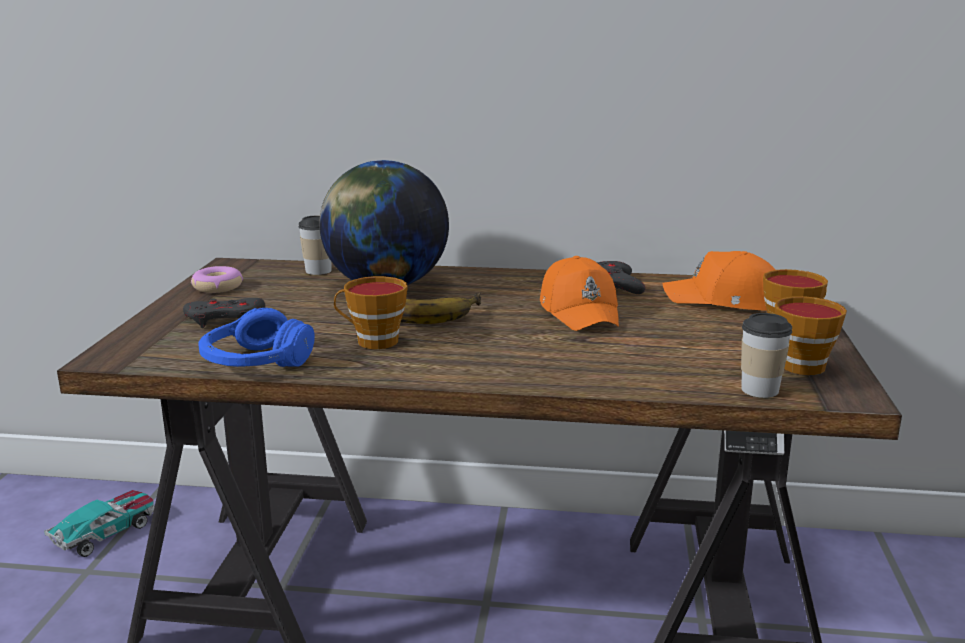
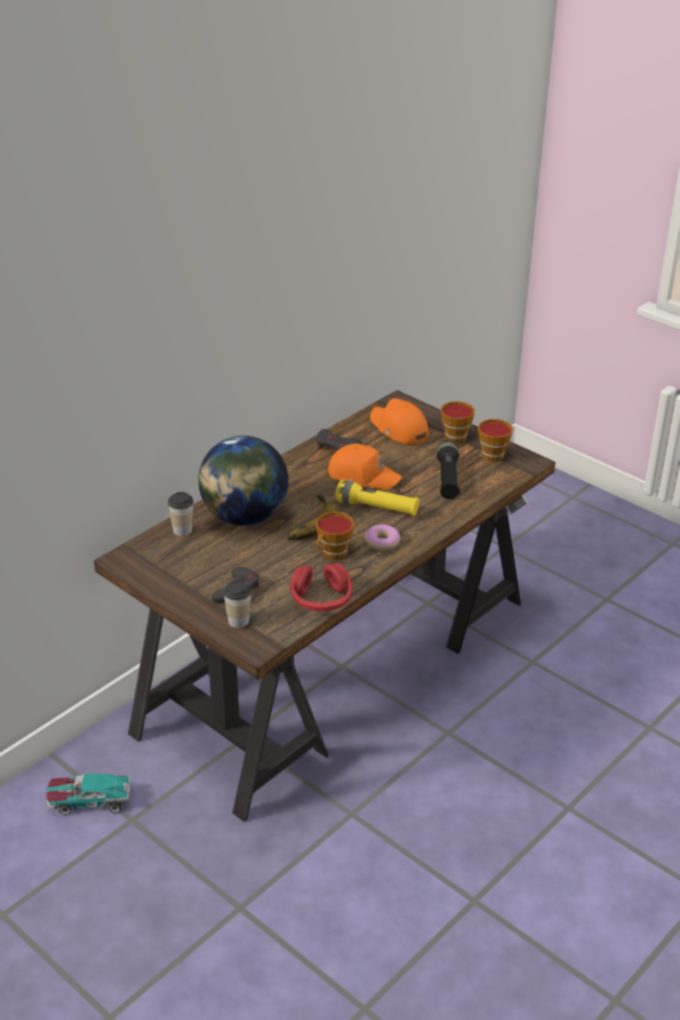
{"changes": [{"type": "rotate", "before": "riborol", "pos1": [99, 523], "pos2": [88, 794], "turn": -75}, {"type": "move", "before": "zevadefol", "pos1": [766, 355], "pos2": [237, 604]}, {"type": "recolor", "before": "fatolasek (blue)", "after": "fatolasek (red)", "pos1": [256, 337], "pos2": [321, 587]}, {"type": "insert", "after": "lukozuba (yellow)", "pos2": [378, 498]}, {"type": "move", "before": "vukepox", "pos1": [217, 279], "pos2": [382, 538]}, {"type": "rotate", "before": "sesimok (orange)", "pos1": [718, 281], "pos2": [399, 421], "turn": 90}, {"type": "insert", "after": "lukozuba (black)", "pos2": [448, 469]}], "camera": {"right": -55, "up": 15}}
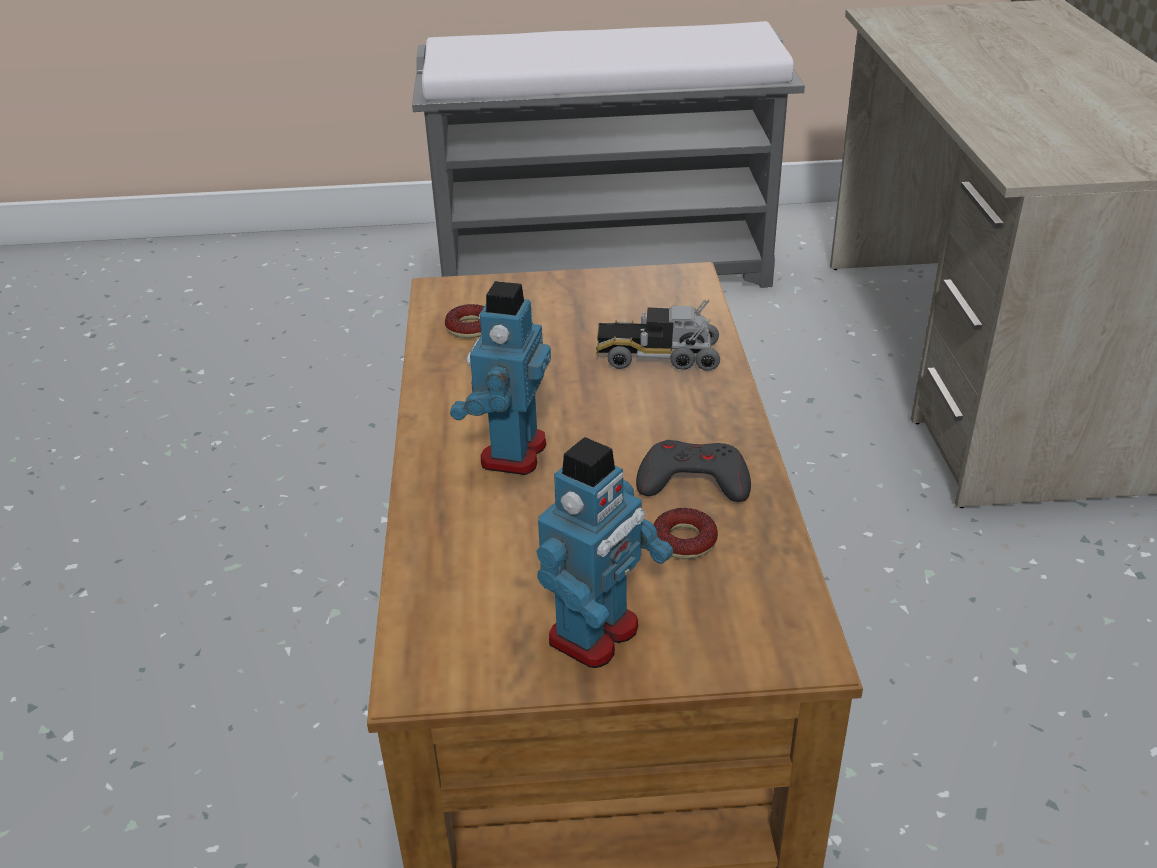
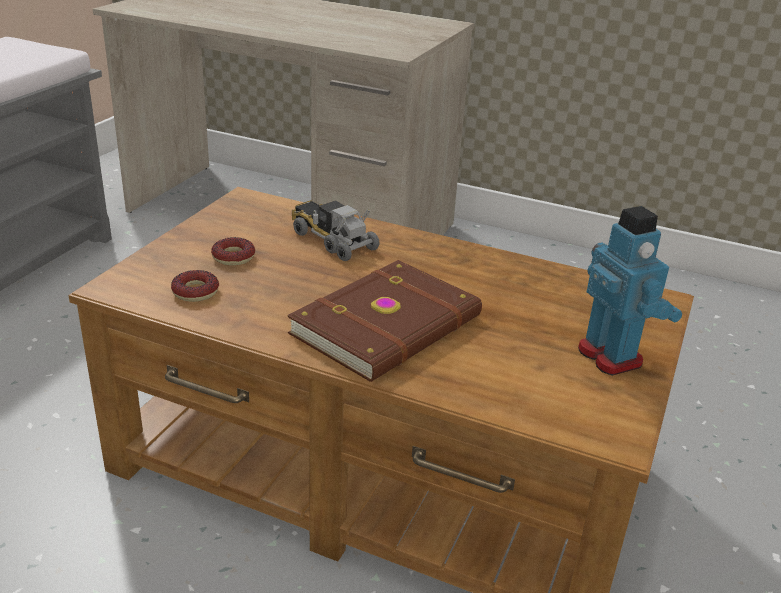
{"changes": [{"type": "move", "before": "vukepox", "pos1": [686, 533], "pos2": [233, 251]}, {"type": "replace", "before": "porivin", "after": "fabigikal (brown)", "pos1": [500, 378], "pos2": [384, 321]}, {"type": "rotate", "before": "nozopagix", "pos1": [658, 335], "pos2": [336, 230], "turn": 105}, {"type": "delete", "before": "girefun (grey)", "pos1": [693, 471]}], "camera": {"right": -65, "up": -5}}
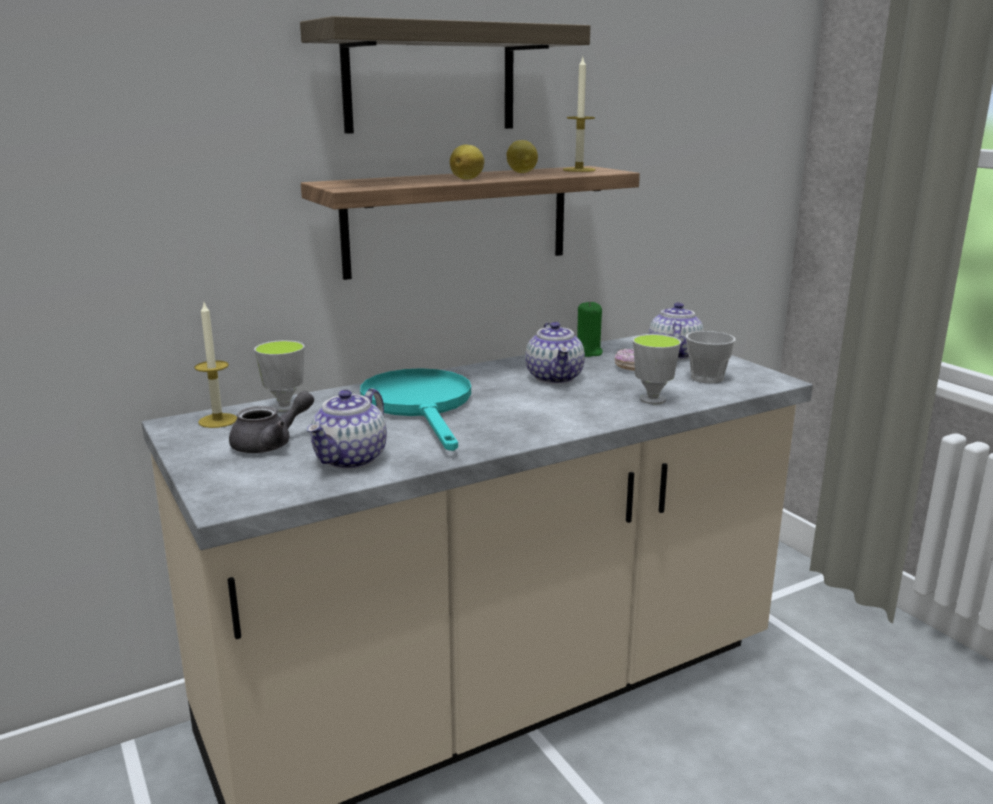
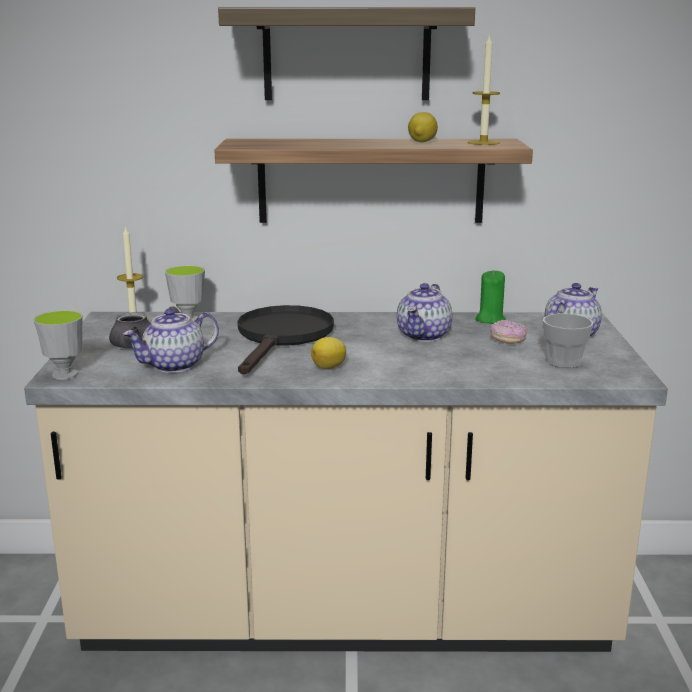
{"changes": [{"type": "move", "before": "zevadefol", "pos1": [657, 369], "pos2": [58, 345]}, {"type": "recolor", "before": "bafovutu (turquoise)", "after": "bafovutu (black)", "pos1": [415, 409], "pos2": [285, 339]}, {"type": "move", "before": "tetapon", "pos1": [467, 162], "pos2": [328, 353]}], "camera": {"right": 30, "up": 0}}
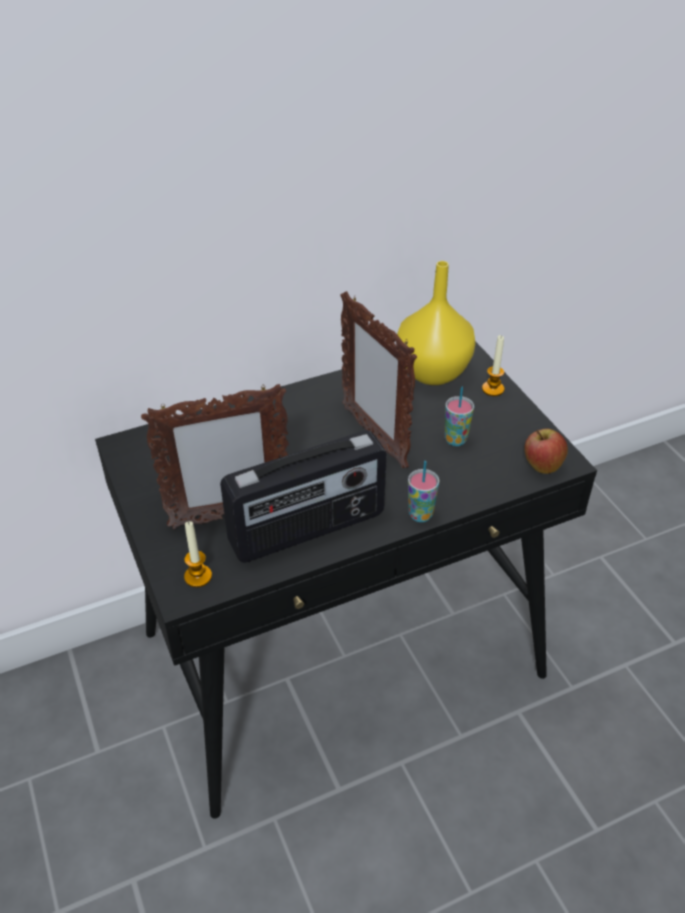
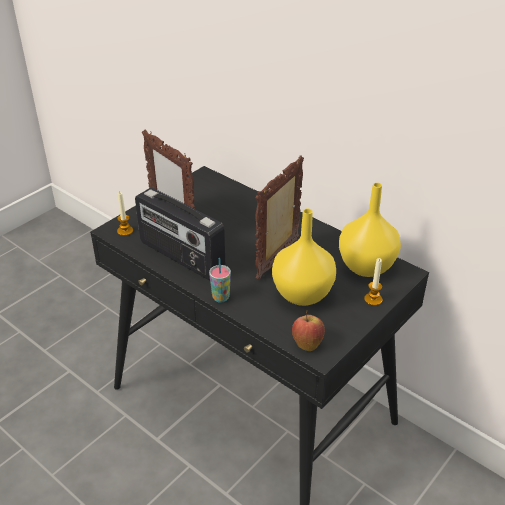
{"changes": [{"type": "replace", "before": "zevadefol", "after": "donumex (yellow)", "pos1": [459, 416], "pos2": [304, 257]}], "camera": {"right": 65, "up": -5}}
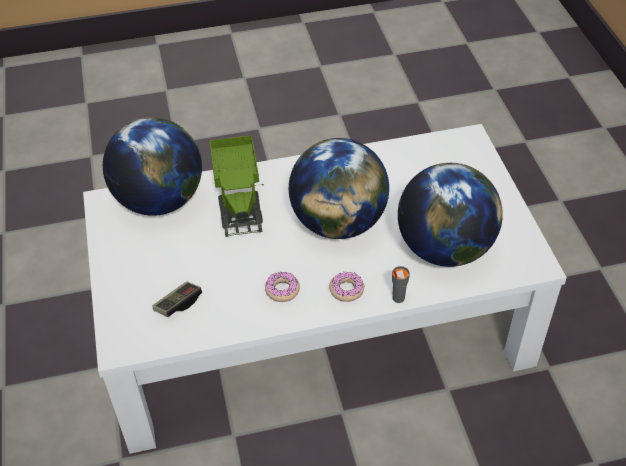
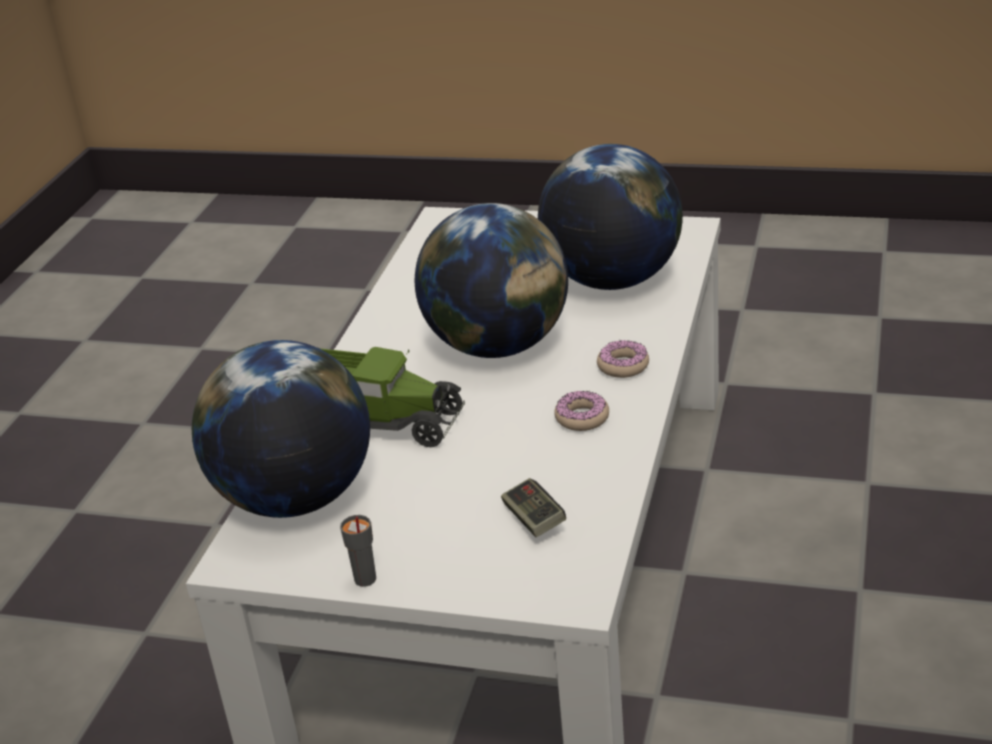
{"changes": [{"type": "move", "before": "zevadefol (grey)", "pos1": [401, 284], "pos2": [358, 551]}], "camera": {"right": -60, "up": -15}}
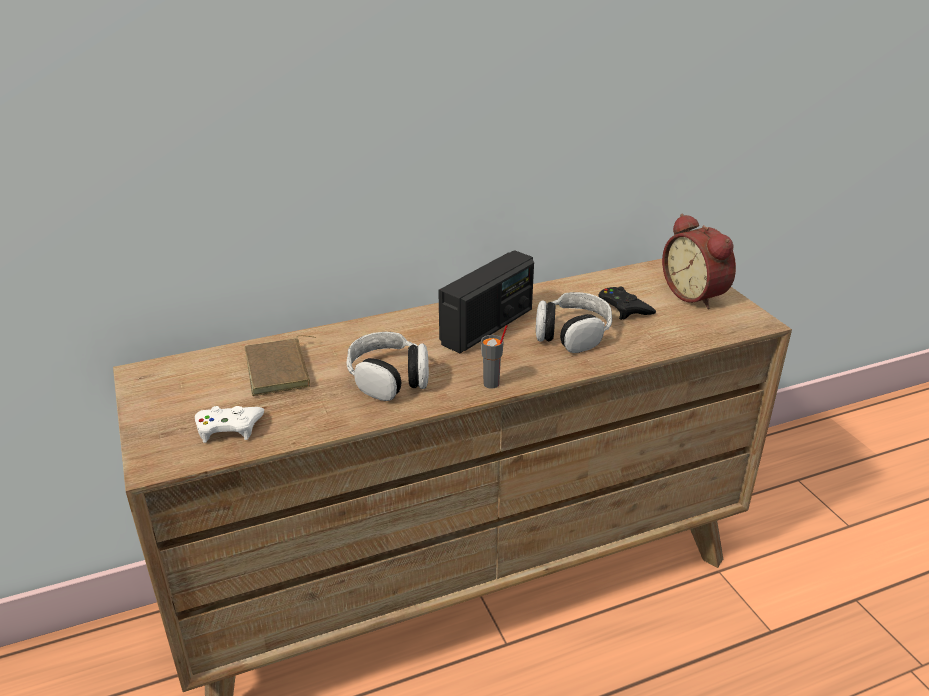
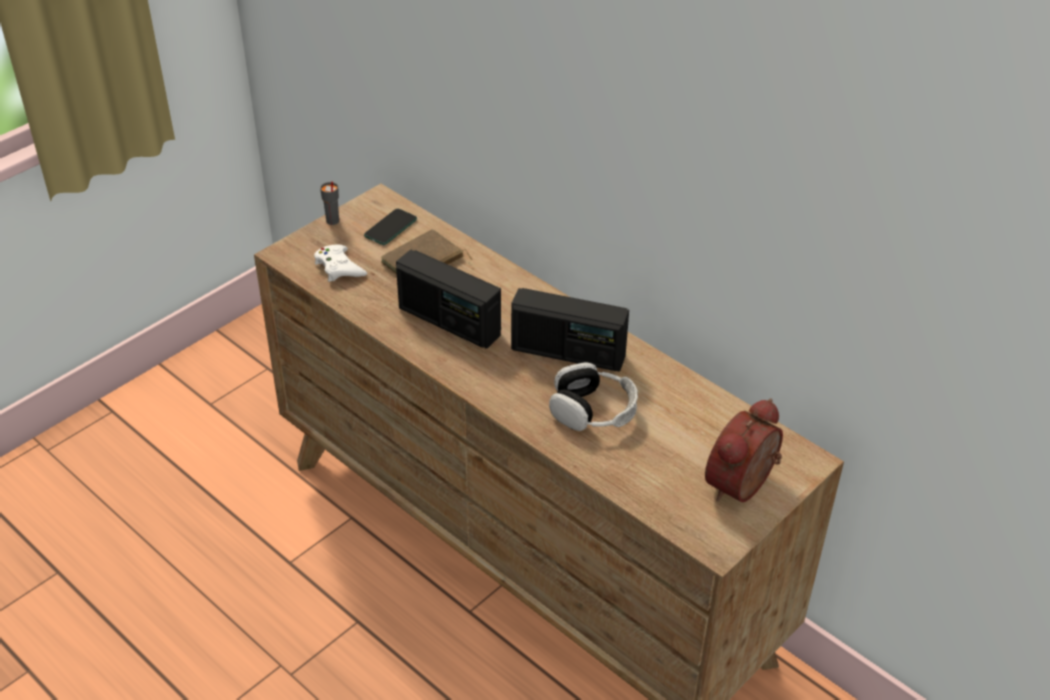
{"changes": [{"type": "move", "before": "zevadefol (grey)", "pos1": [494, 357], "pos2": [329, 203]}, {"type": "insert", "after": "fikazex", "pos2": [390, 227]}, {"type": "replace", "before": "fatolasek", "after": "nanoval", "pos1": [387, 366], "pos2": [448, 299]}, {"type": "delete", "before": "girefun (black)", "pos1": [627, 303]}], "camera": {"right": 65, "up": 10}}
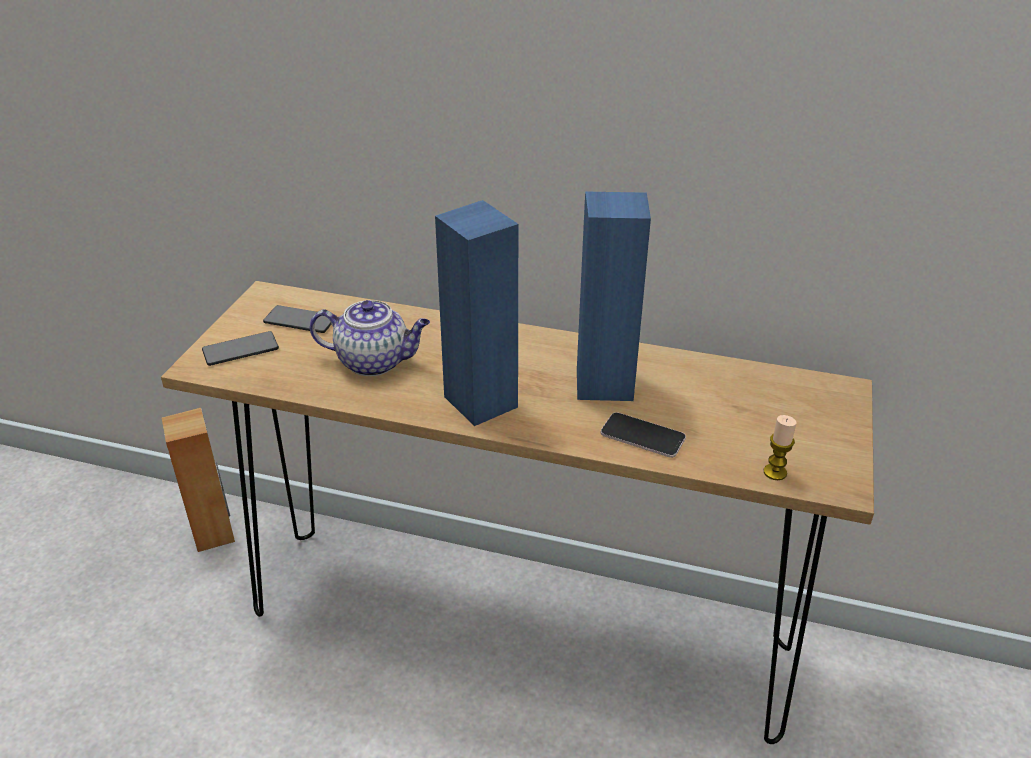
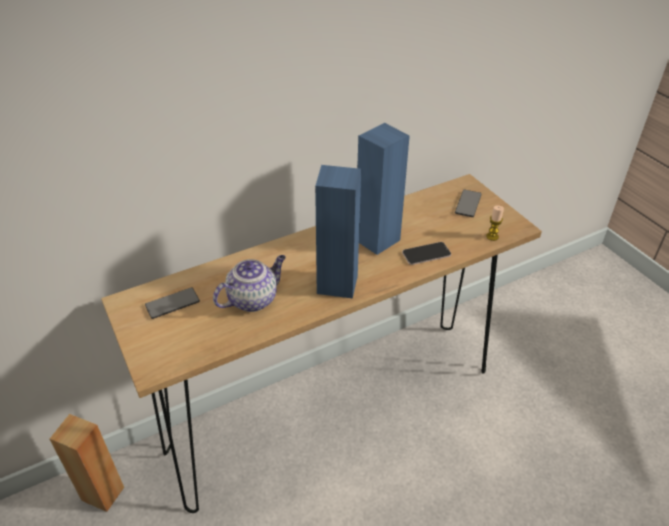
{"changes": [{"type": "move", "before": "fikazex", "pos1": [240, 348], "pos2": [468, 203]}], "camera": {"right": -45, "up": 5}}
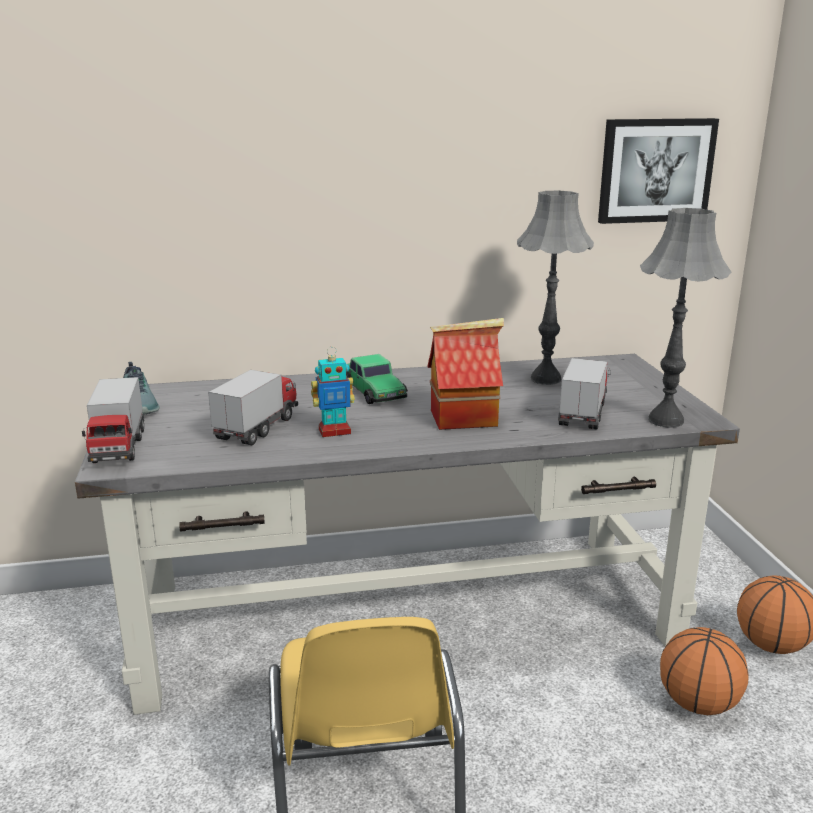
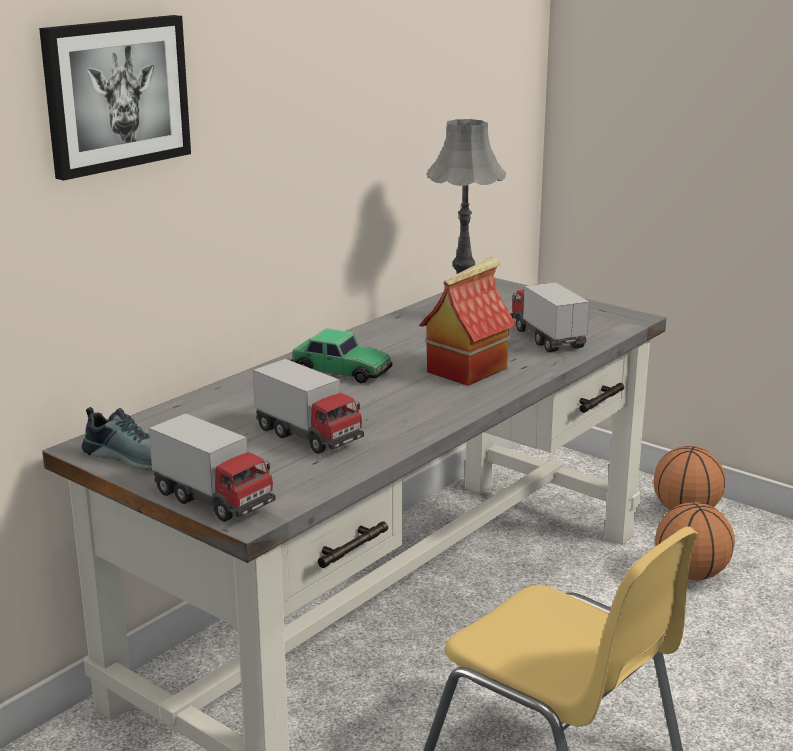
{"changes": [{"type": "move", "before": "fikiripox", "pos1": [658, 171], "pos2": [115, 98]}, {"type": "rotate", "before": "nozopagix", "pos1": [253, 407], "pos2": [308, 406], "turn": 150}, {"type": "delete", "before": "porivin", "pos1": [333, 392]}, {"type": "delete", "before": "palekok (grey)", "pos1": [685, 318]}], "camera": {"right": -40, "up": 0}}
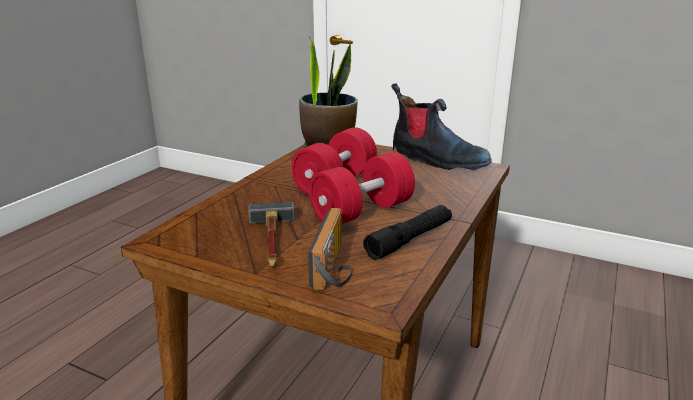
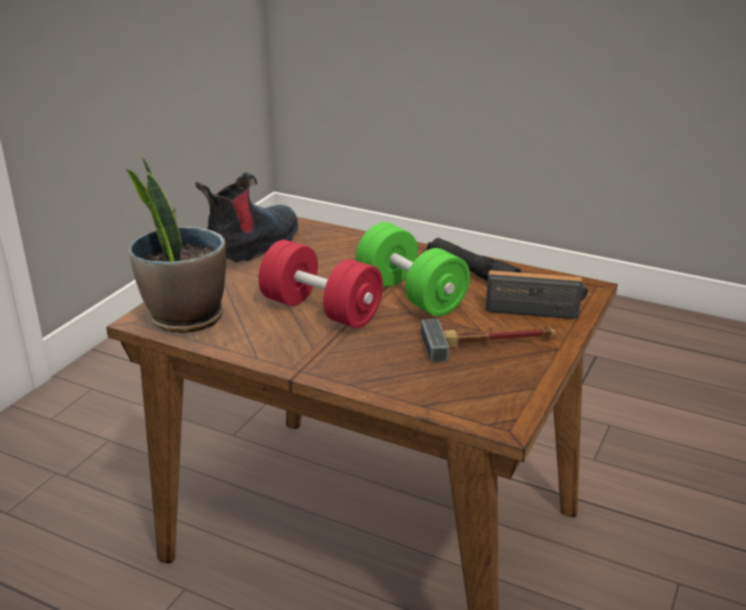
{"changes": [{"type": "recolor", "before": "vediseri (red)", "after": "vediseri (green)", "pos1": [362, 188], "pos2": [413, 269]}], "camera": {"right": -90, "up": 5}}
